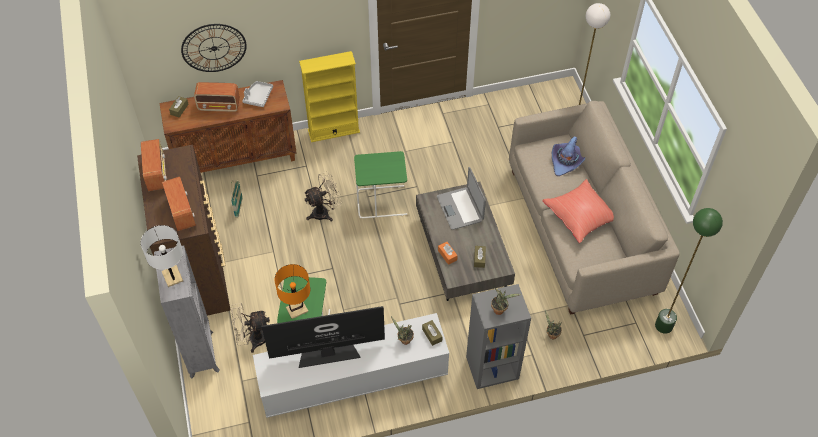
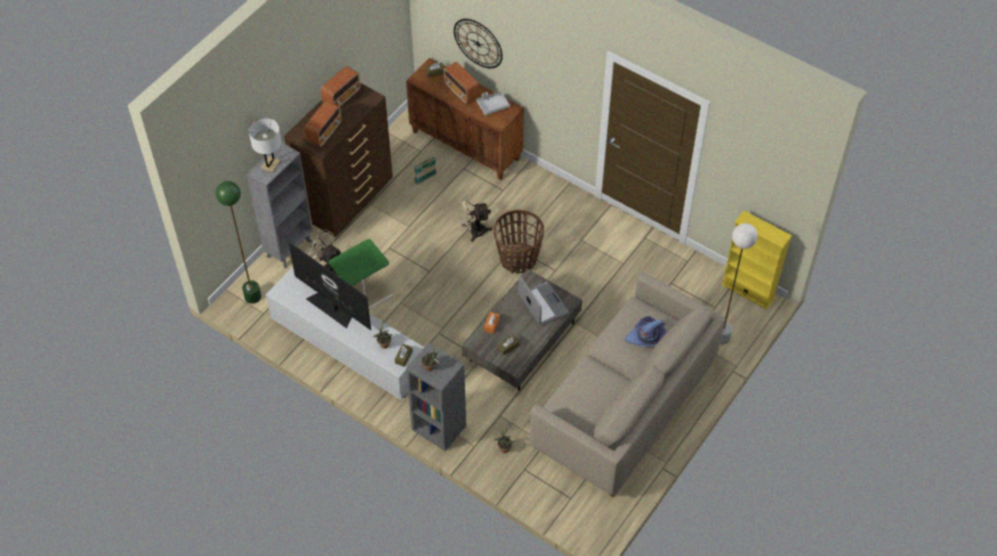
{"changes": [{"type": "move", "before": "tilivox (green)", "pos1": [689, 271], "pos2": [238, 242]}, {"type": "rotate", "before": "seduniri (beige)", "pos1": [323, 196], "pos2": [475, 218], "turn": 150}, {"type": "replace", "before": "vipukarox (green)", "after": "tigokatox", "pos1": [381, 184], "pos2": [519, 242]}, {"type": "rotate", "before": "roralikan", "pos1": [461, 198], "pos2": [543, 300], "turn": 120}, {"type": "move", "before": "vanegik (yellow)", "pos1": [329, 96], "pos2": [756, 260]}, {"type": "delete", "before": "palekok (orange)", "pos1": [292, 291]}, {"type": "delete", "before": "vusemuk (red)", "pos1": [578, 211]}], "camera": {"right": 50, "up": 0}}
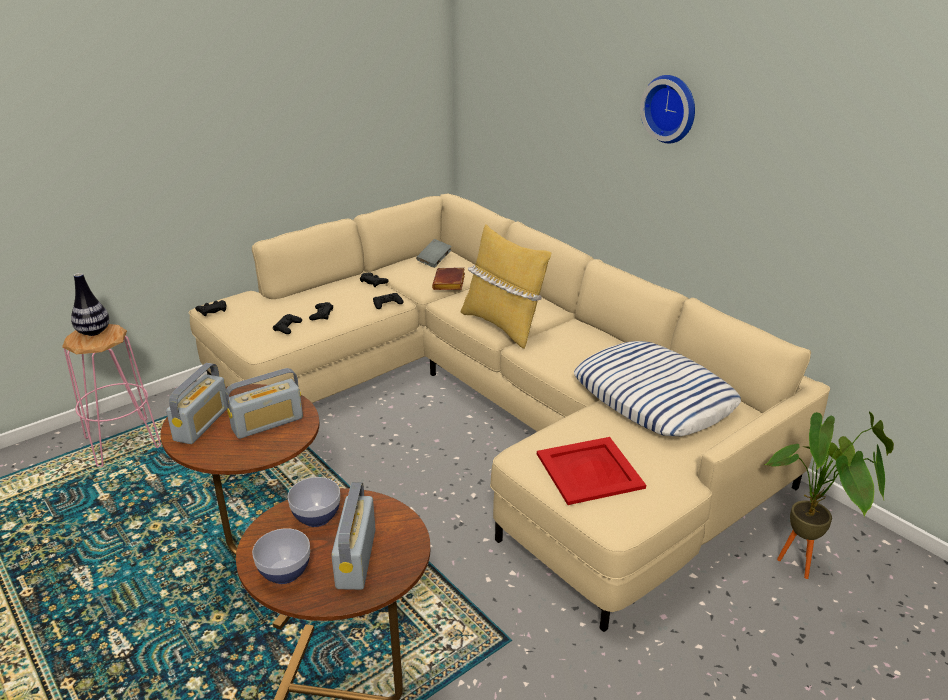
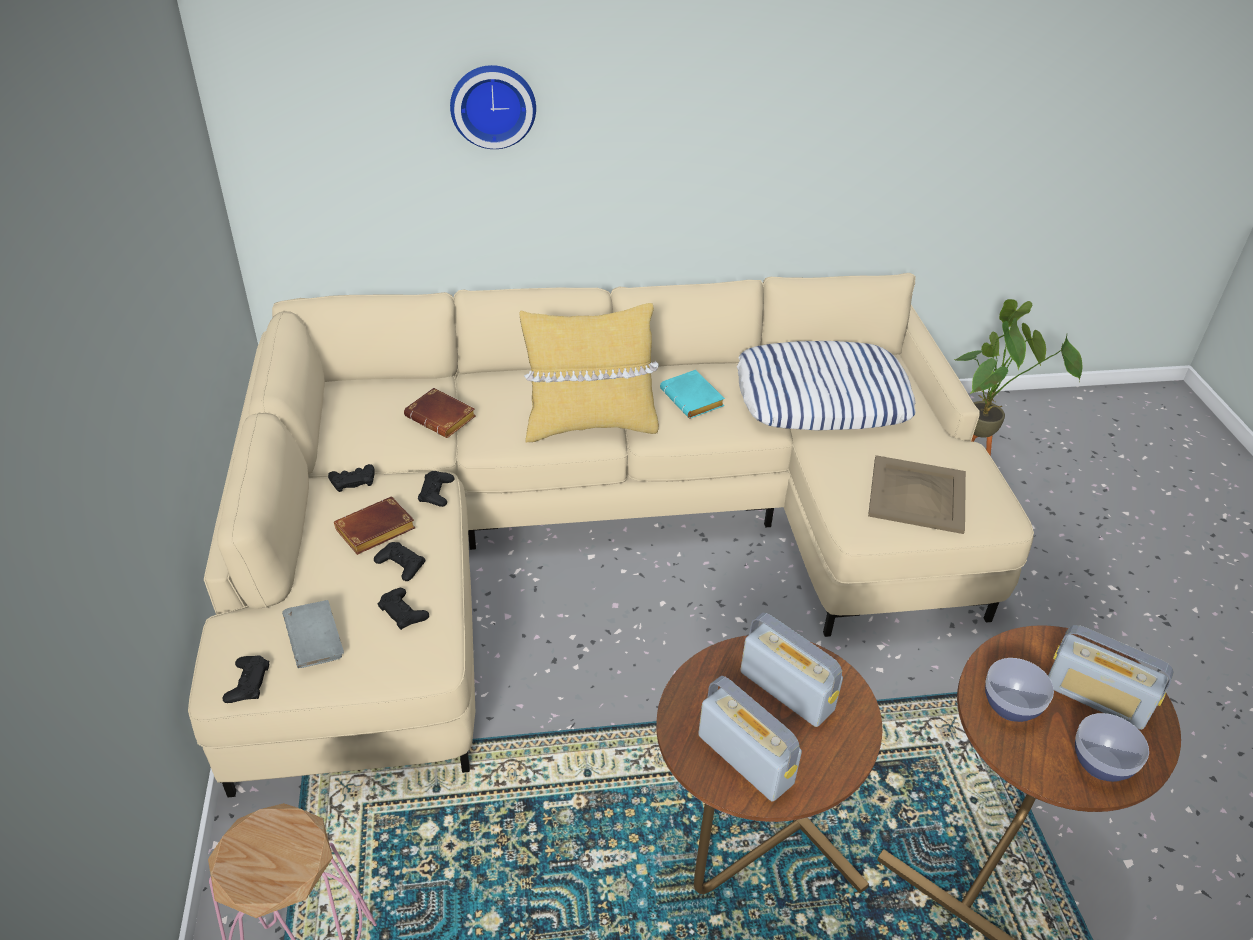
{"changes": [{"type": "move", "before": "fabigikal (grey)", "pos1": [434, 253], "pos2": [313, 634]}, {"type": "insert", "after": "fabigikal (brown)", "pos2": [374, 525]}, {"type": "move", "before": "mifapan", "pos1": [667, 109], "pos2": [493, 107]}, {"type": "insert", "after": "fabigikal (turquoise)", "pos2": [692, 394]}, {"type": "rotate", "before": "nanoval", "pos1": [264, 403], "pos2": [791, 670], "turn": -45}, {"type": "recolor", "before": "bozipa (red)", "after": "bozipa (beige)", "pos1": [591, 471], "pos2": [917, 494]}, {"type": "delete", "before": "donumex", "pos1": [90, 304]}], "camera": {"right": -60, "up": 10}}
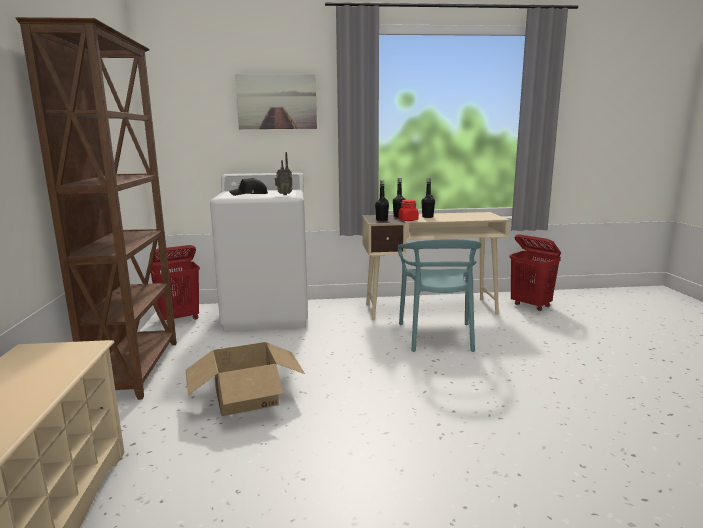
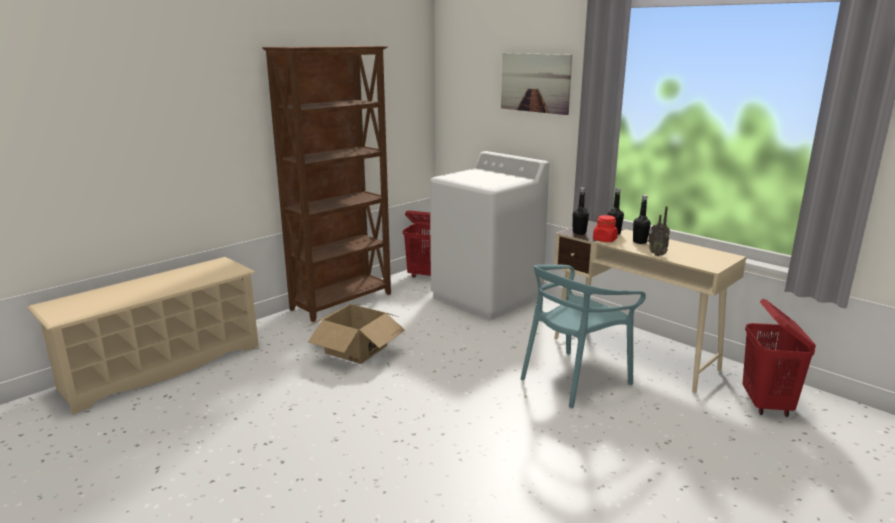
{"changes": [{"type": "move", "before": "nanoval", "pos1": [284, 173], "pos2": [659, 231]}, {"type": "delete", "before": "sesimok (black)", "pos1": [248, 187]}], "camera": {"right": 50, "up": 5}}
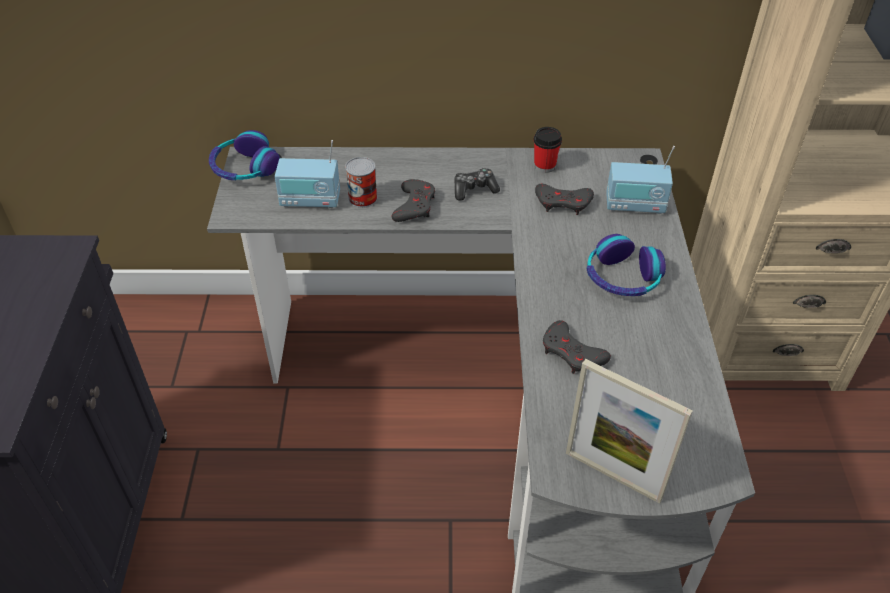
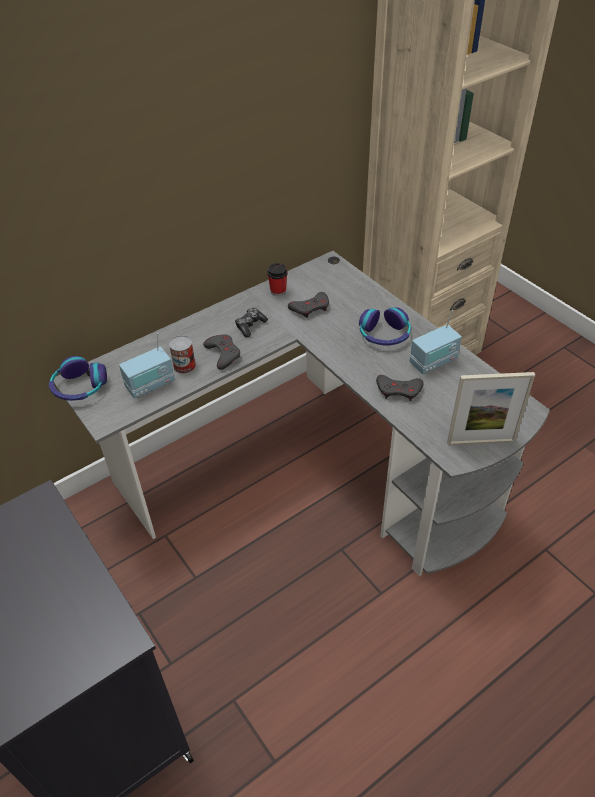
{"changes": [{"type": "move", "before": "nanoval", "pos1": [640, 180], "pos2": [436, 342]}], "camera": {"right": -35, "up": 0}}
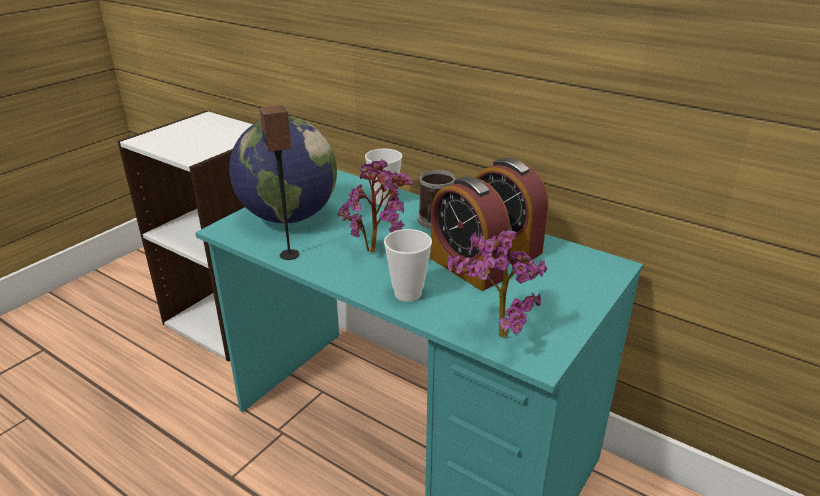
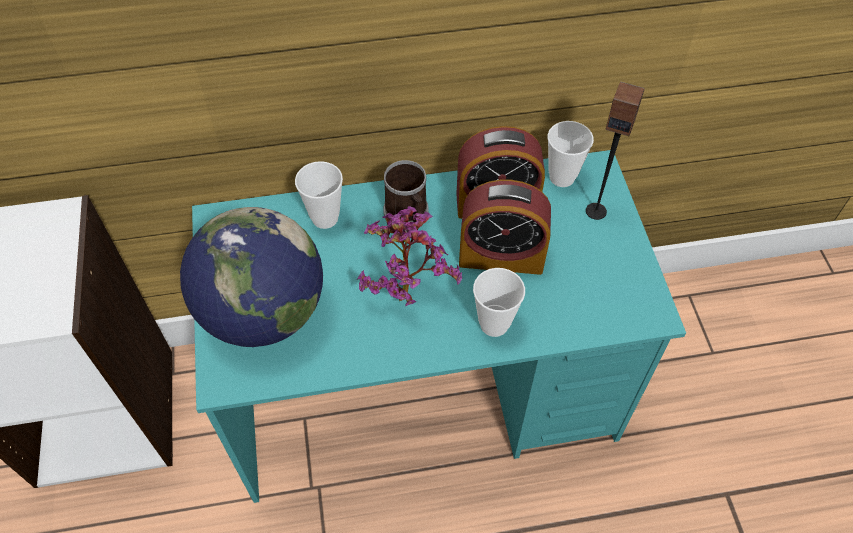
{"changes": [{"type": "insert", "after": "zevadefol", "pos2": [571, 154]}, {"type": "move", "before": "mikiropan", "pos1": [279, 182], "pos2": [615, 151]}, {"type": "delete", "before": "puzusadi", "pos1": [497, 284]}], "camera": {"right": -45, "up": 25}}
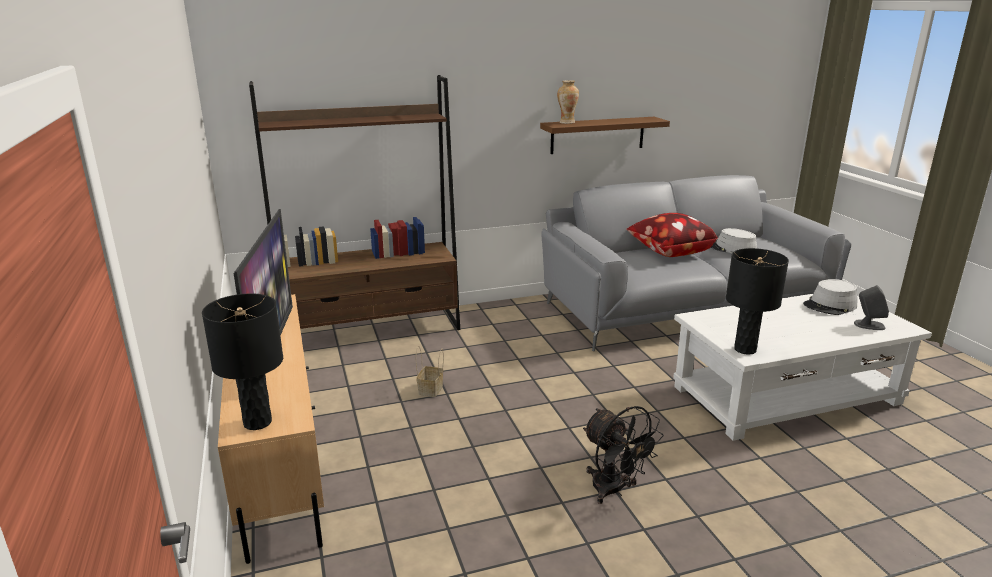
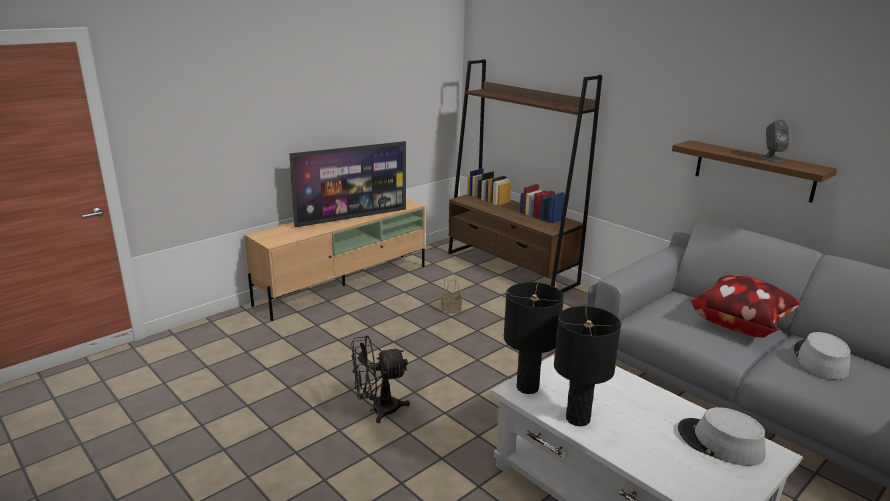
{"changes": [{"type": "rotate", "before": "seduniri (black)", "pos1": [623, 455], "pos2": [380, 379], "turn": 45}, {"type": "move", "before": "palekok (black)", "pos1": [242, 362], "pos2": [587, 366]}, {"type": "move", "before": "mikiropan (grey)", "pos1": [871, 307], "pos2": [775, 141]}, {"type": "delete", "before": "donumex", "pos1": [568, 102]}], "camera": {"right": 65, "up": 0}}
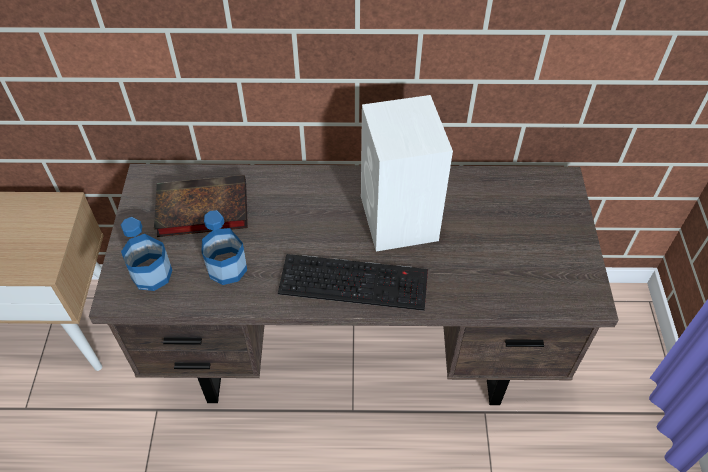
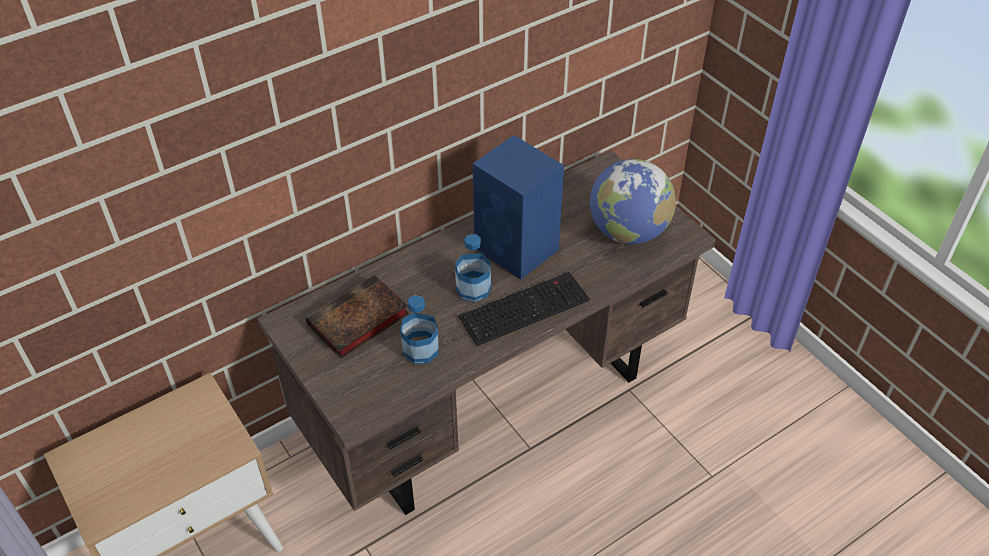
{"changes": [{"type": "move", "before": "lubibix", "pos1": [146, 254], "pos2": [473, 268]}, {"type": "recolor", "before": "mikiropan (white)", "after": "mikiropan (blue)", "pos1": [407, 173], "pos2": [518, 207]}, {"type": "insert", "after": "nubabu", "pos2": [633, 201]}], "camera": {"right": -35, "up": -5}}
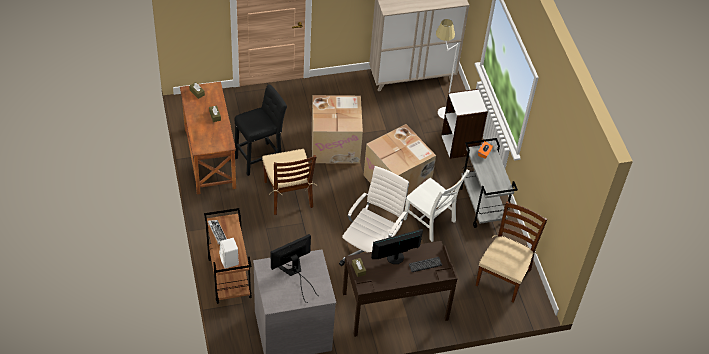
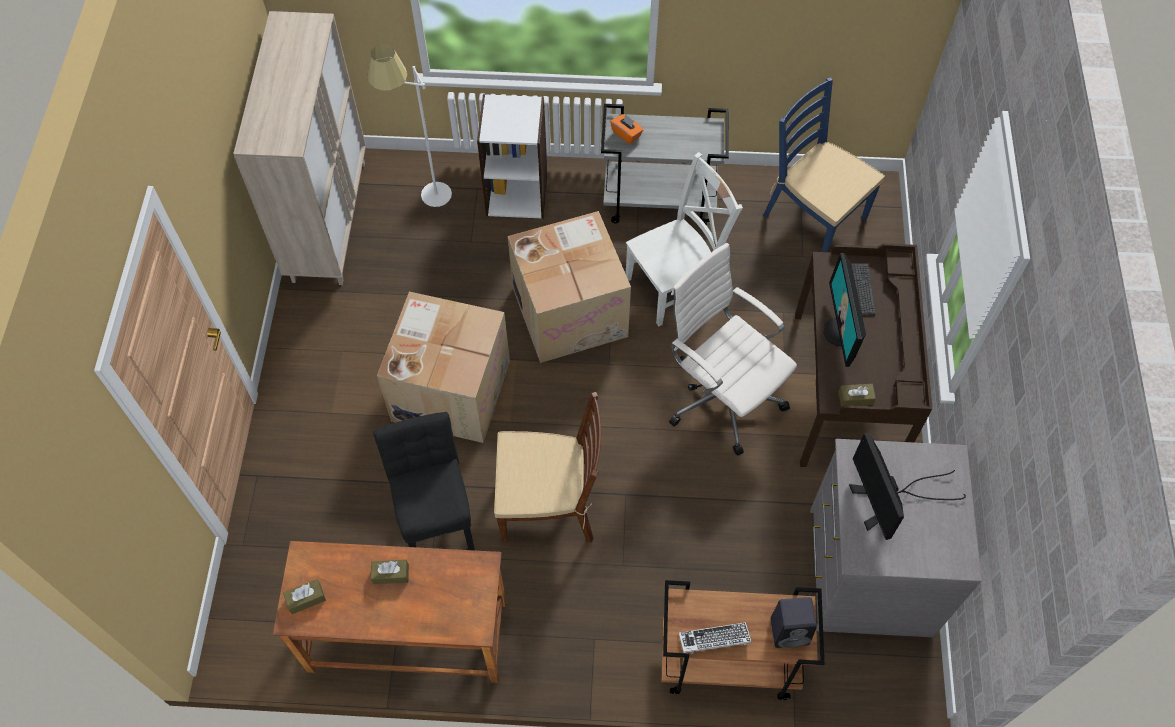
{"changes": [{"type": "recolor", "before": "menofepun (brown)", "after": "menofepun (blue)", "pos1": [511, 252], "pos2": [824, 164]}, {"type": "recolor", "before": "mikiropan (white)", "after": "mikiropan (black)", "pos1": [229, 253], "pos2": [793, 622]}], "camera": {"right": -70, "up": 10}}
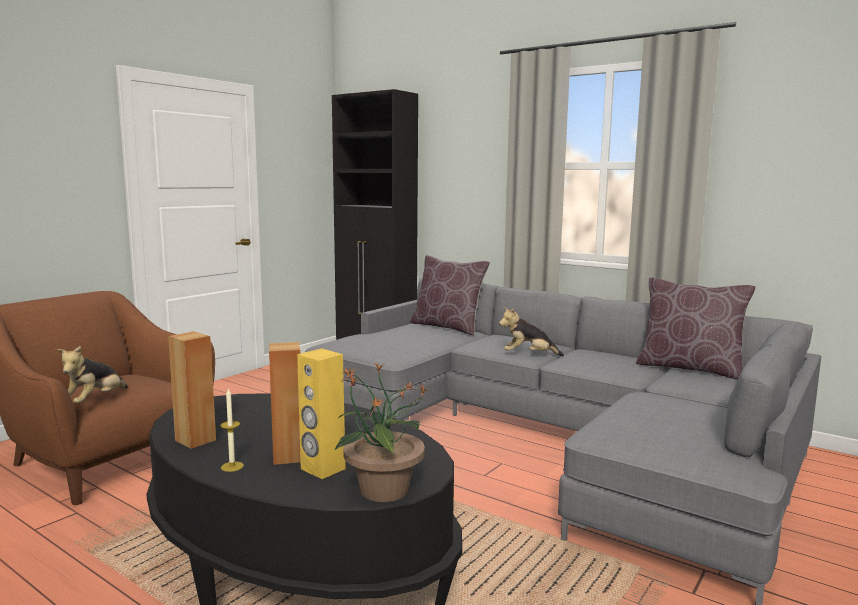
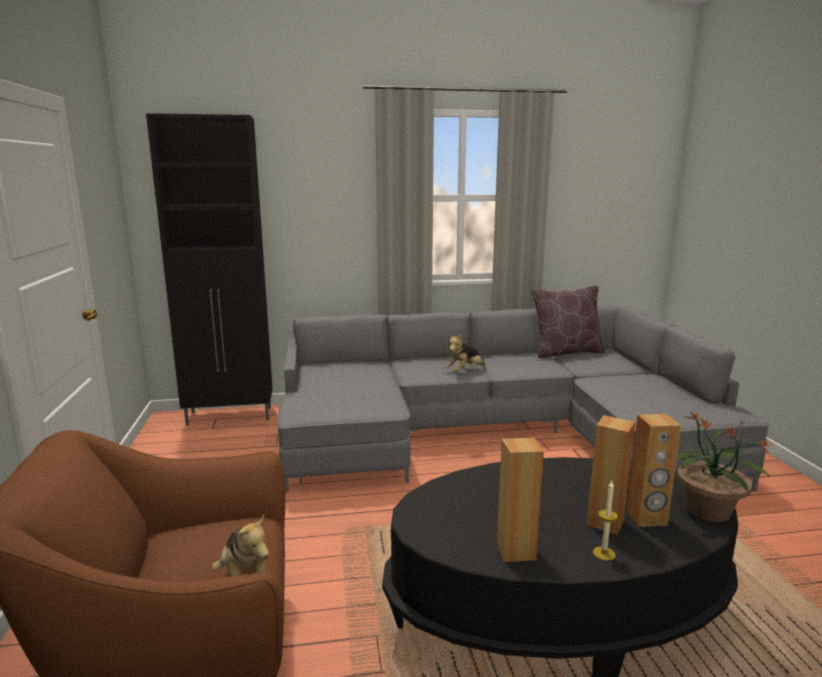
{"changes": [{"type": "recolor", "before": "mikiropan (yellow)", "after": "mikiropan (brown)", "pos1": [321, 413], "pos2": [653, 470]}, {"type": "delete", "before": "vusemuk (brown)", "pos1": [450, 295]}], "camera": {"right": -45, "up": 5}}
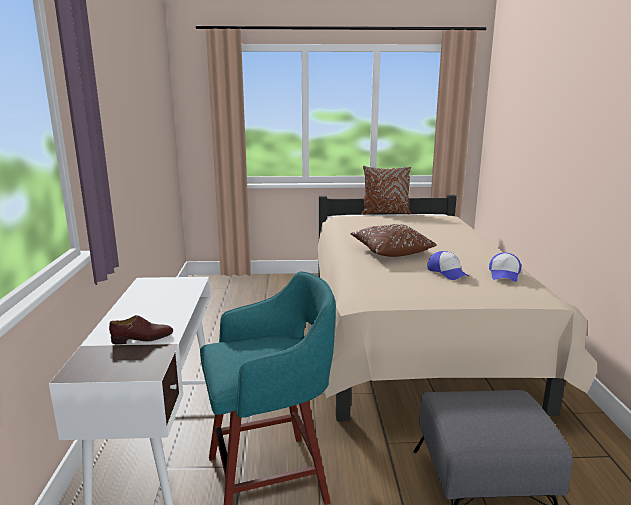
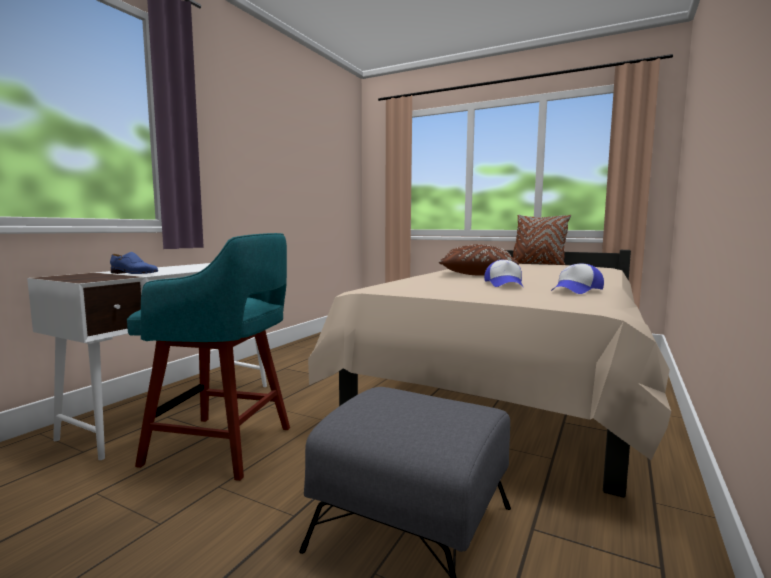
{"changes": [{"type": "recolor", "before": "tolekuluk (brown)", "after": "tolekuluk (blue)", "pos1": [141, 330], "pos2": [134, 263]}], "camera": {"right": 30, "up": -10}}
